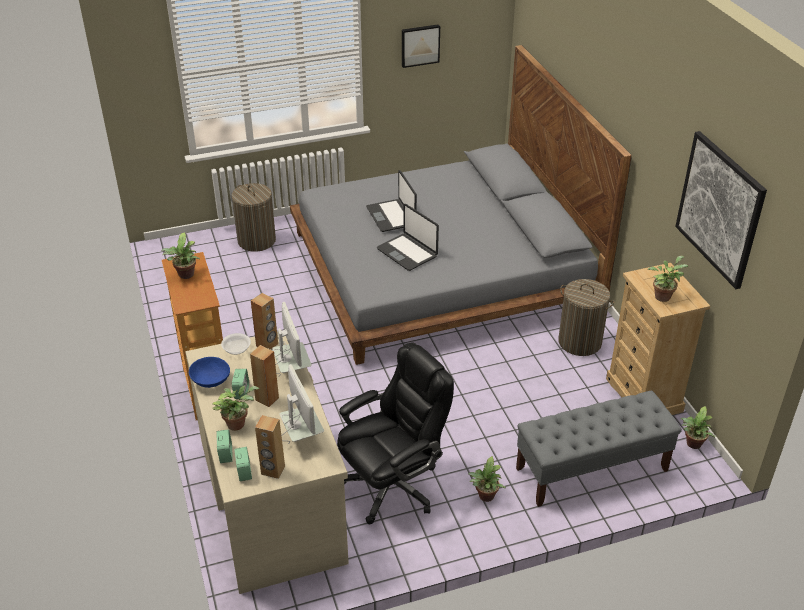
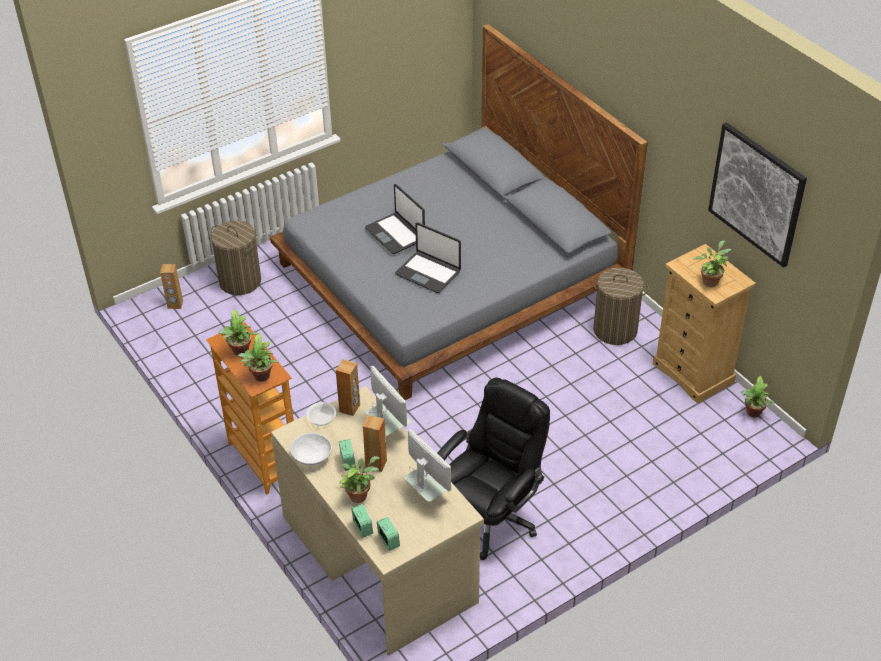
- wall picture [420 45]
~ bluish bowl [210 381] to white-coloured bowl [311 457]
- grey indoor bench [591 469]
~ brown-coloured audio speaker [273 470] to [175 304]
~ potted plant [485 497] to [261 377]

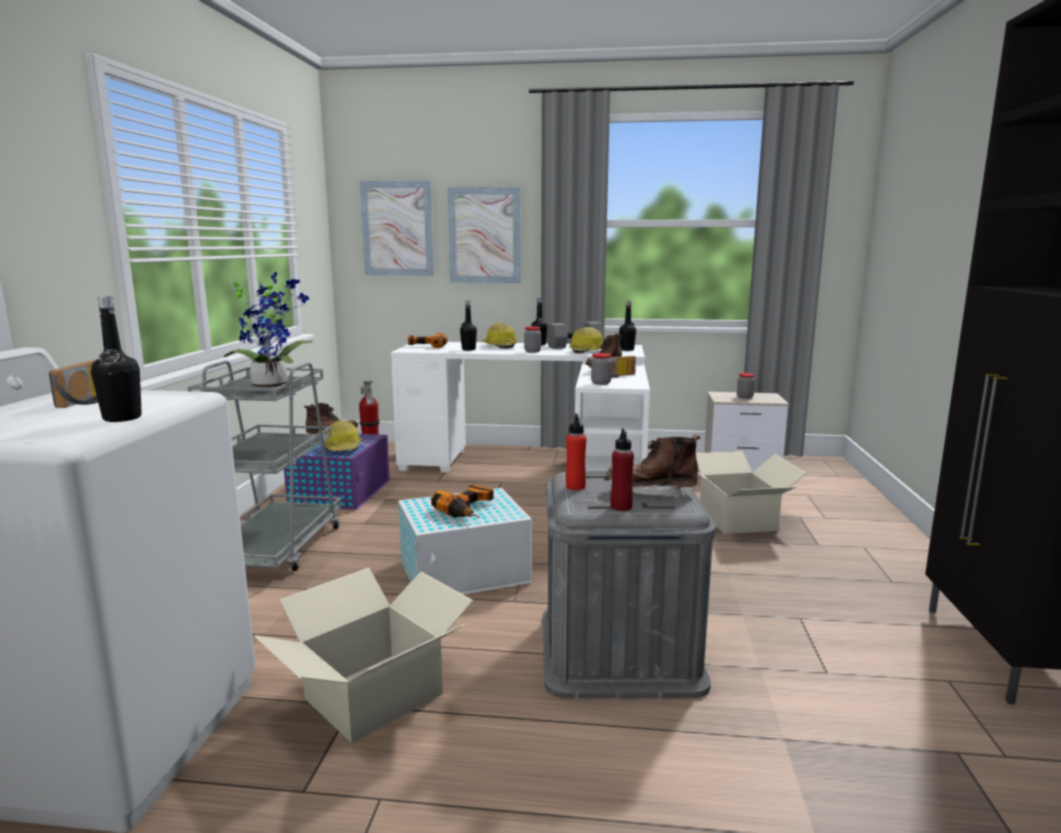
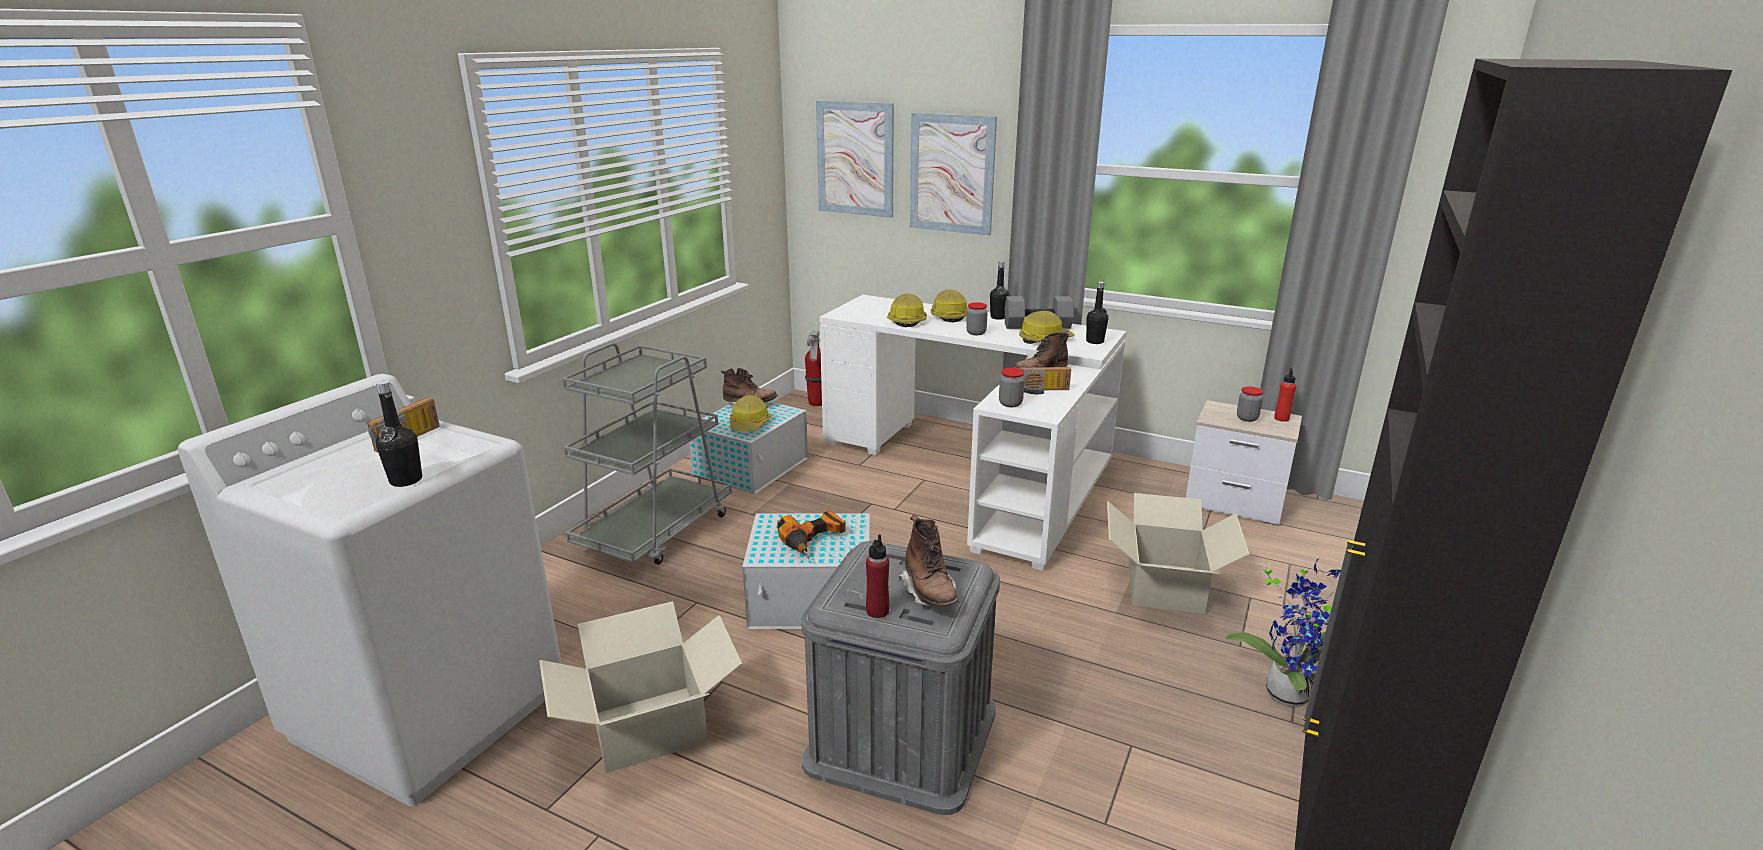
~ potted plant [273 387] to [1288 692]
~ black-coloured drink bottle [468 349] to work helmet [907 320]
- drill [428 345]
~ red-coloured drink bottle [575 486] to [1281 418]
~ purple-coloured storage bin [341 492] to white-coloured storage bin [752 467]
~ brown-coloured boot [651 491] = [929 594] 135 degrees counterclockwise

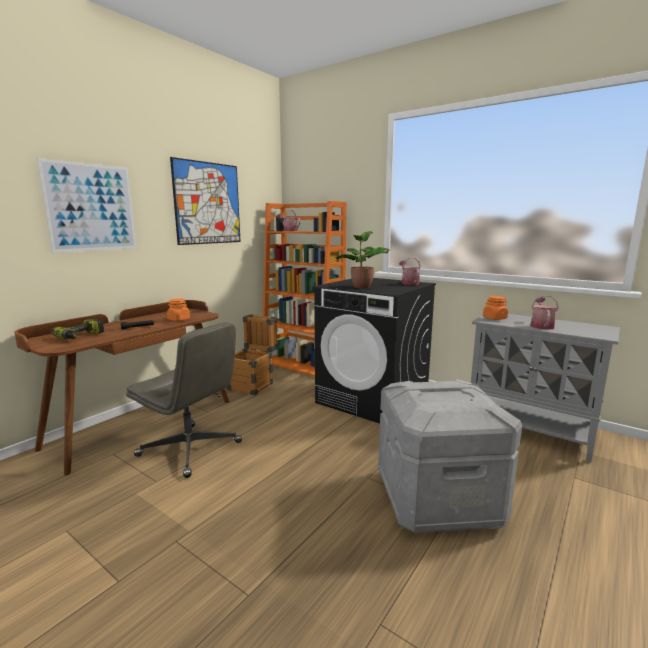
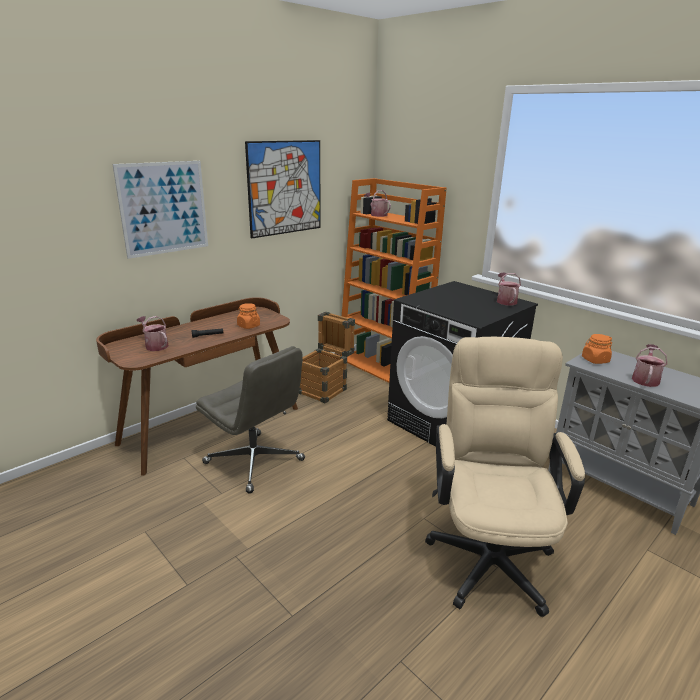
- potted plant [361 287]
~ drill [81 336] to watering pot [155 345]
~ grey storage bin [438 498] to sand-coloured desk chair [489 551]

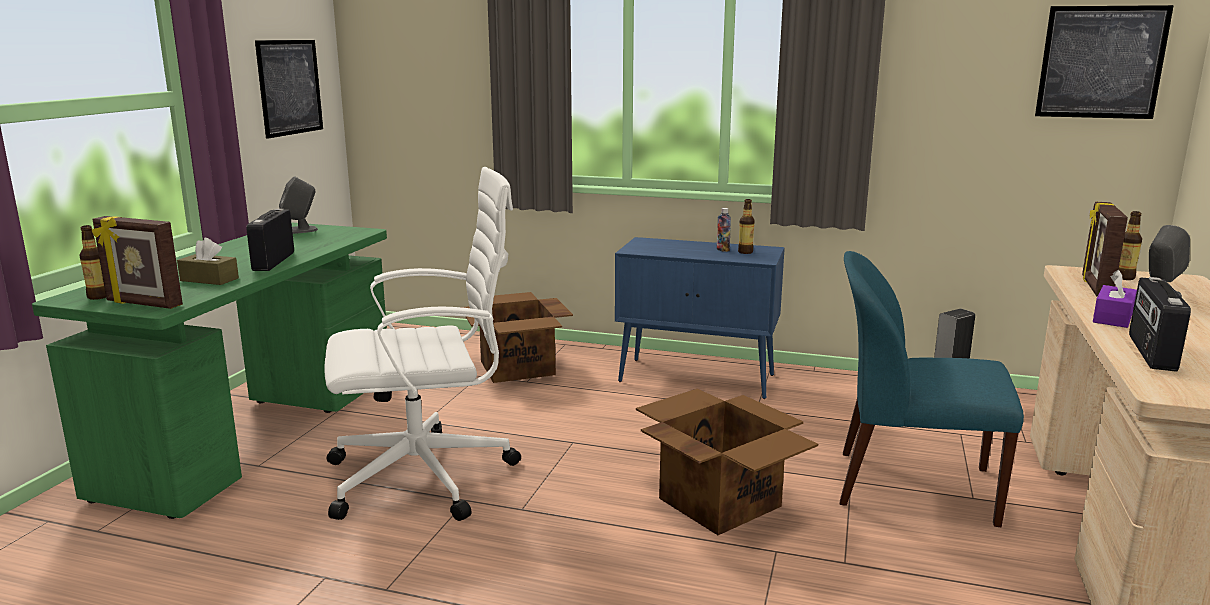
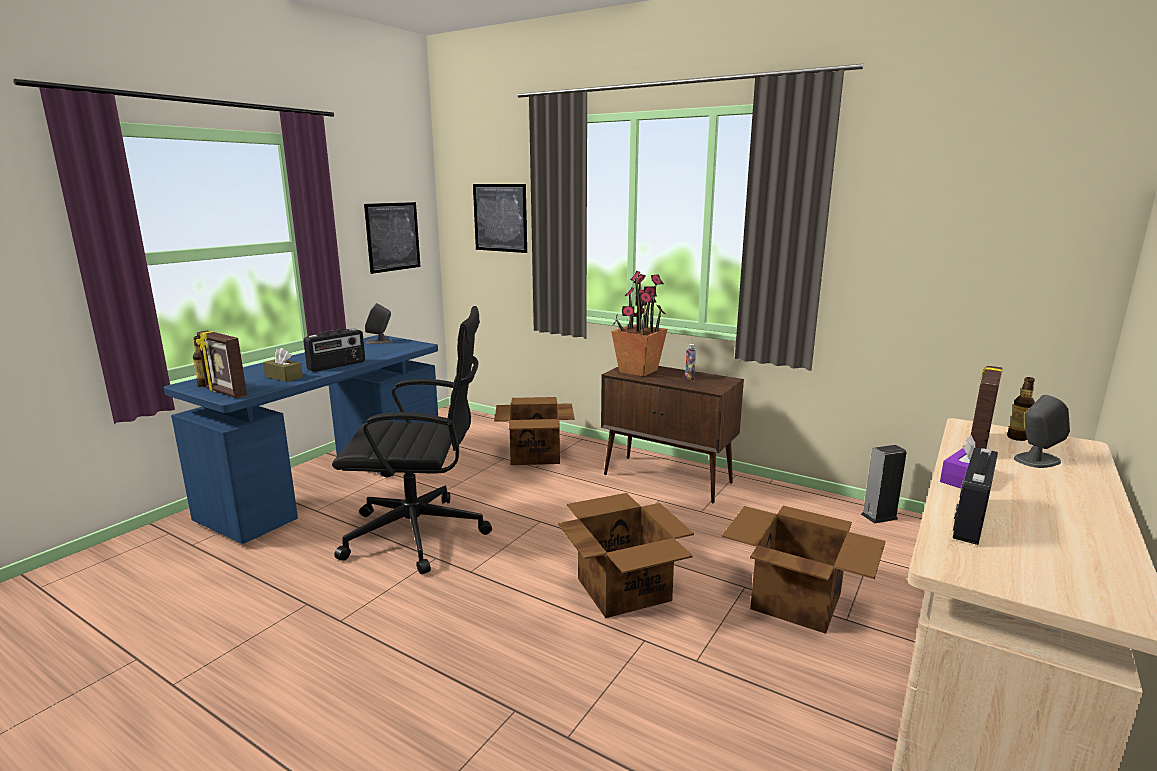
~ wall picture [1101 62] to [500 218]
~ white-coloured desk chair [427 476] to black-coloured desk chair [420 535]
- drink bottle [745 252]
~ radio set [273 261] = [337 366] 150 degrees counterclockwise
~ greenish desk [258 432] to bluish desk [330 485]
~ bluish storage cabinet [698 378] to brown-coloured storage cabinet [668 479]
~ bluish upright chair [910 486] to packing box [794 600]
+ potted plant [638 370]

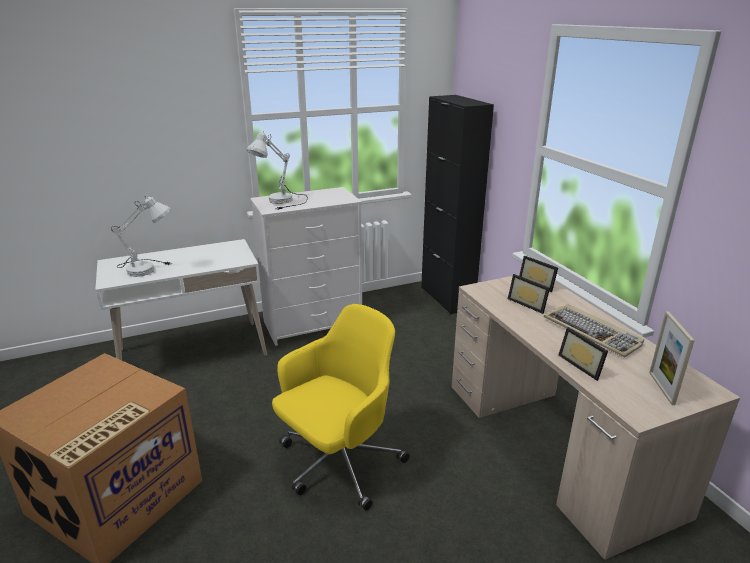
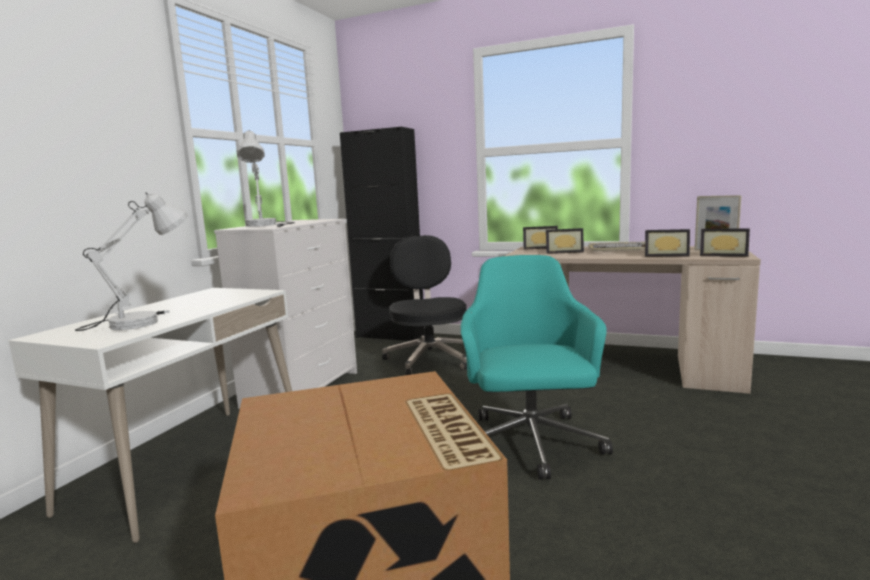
~ yellowish desk chair [339 463] to turquoise desk chair [530 445]
+ picture frame [723 255]
+ black-coloured desk chair [429 358]

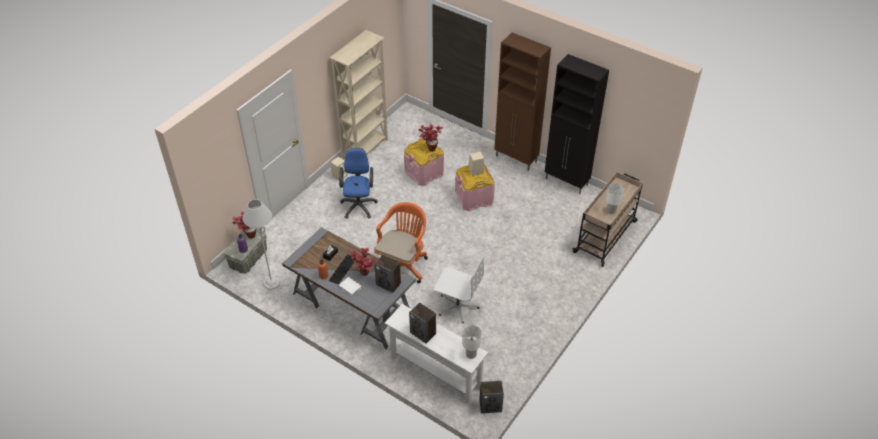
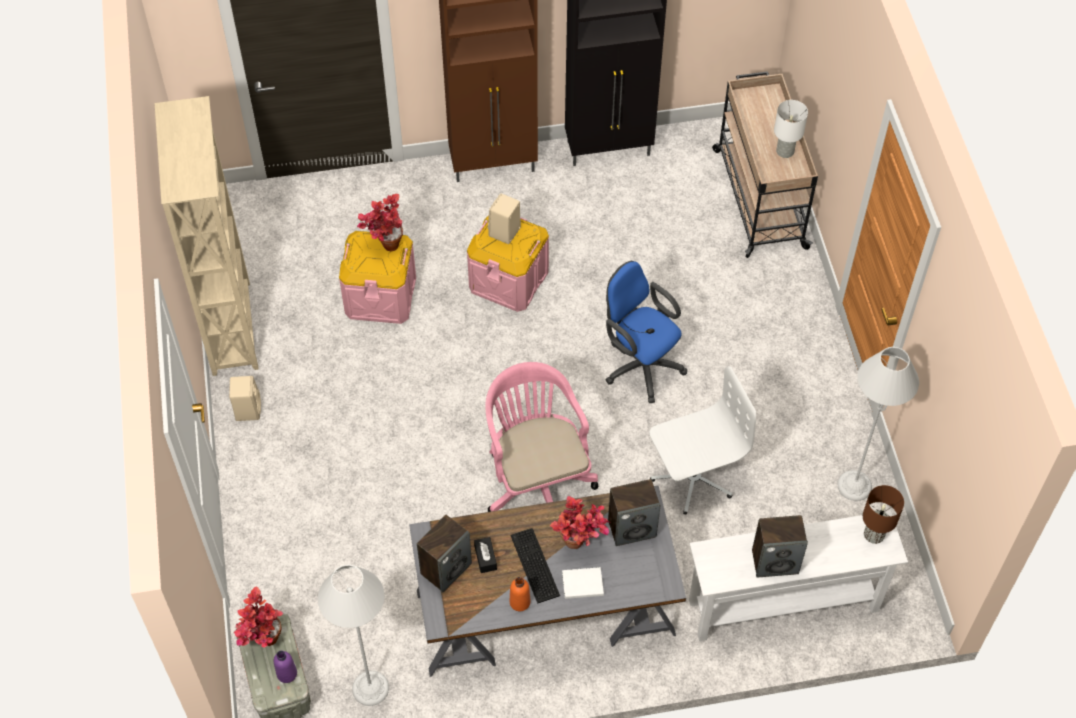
~ bluish desk chair [359 205] to [640 365]
~ orange desk chair [402 265] to pinkish desk chair [536 479]
~ white-coloured lamp for a table [470 354] to brown-coloured lamp for a table [873 535]
~ audio speaker [490 406] to [446 568]
+ grey standard lamp [854 485]

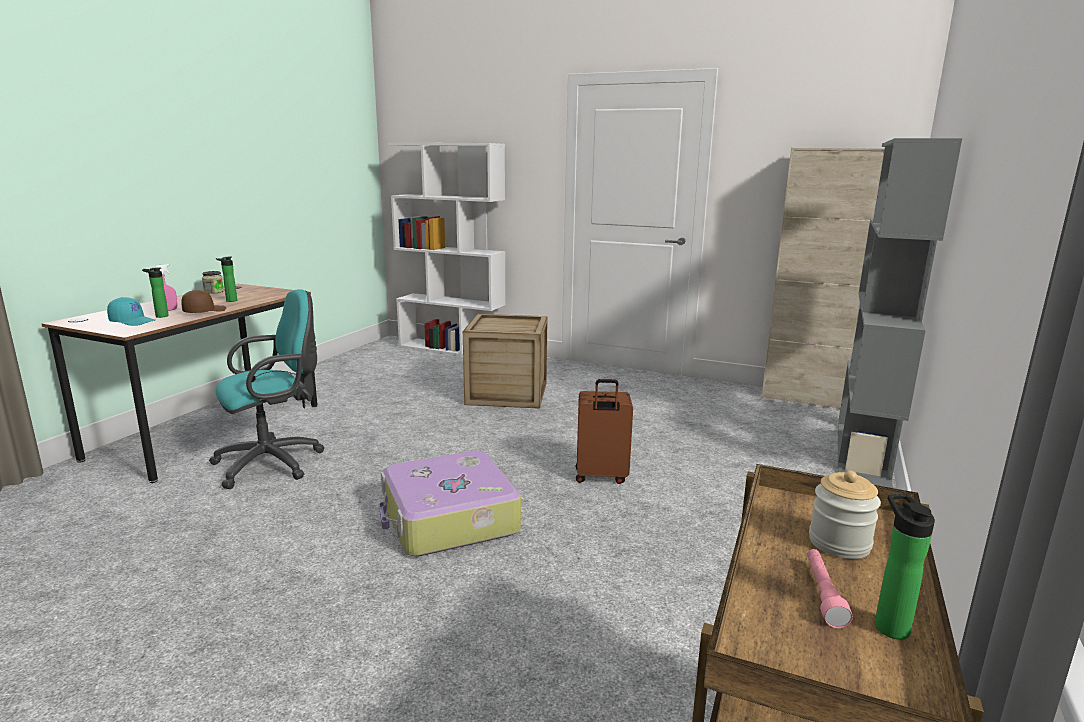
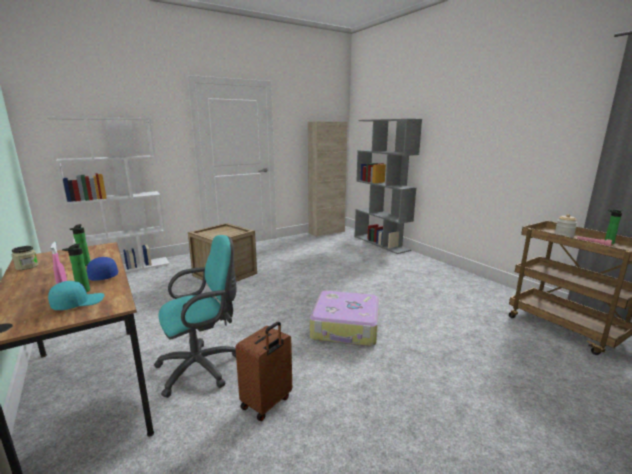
~ turquoise desk chair [275 463] = [203 367] 60 degrees clockwise
~ brown-coloured baseball cap [204 311] to bluish baseball cap [103 275]
~ brown-coloured suitcase [601 477] to [267 403]

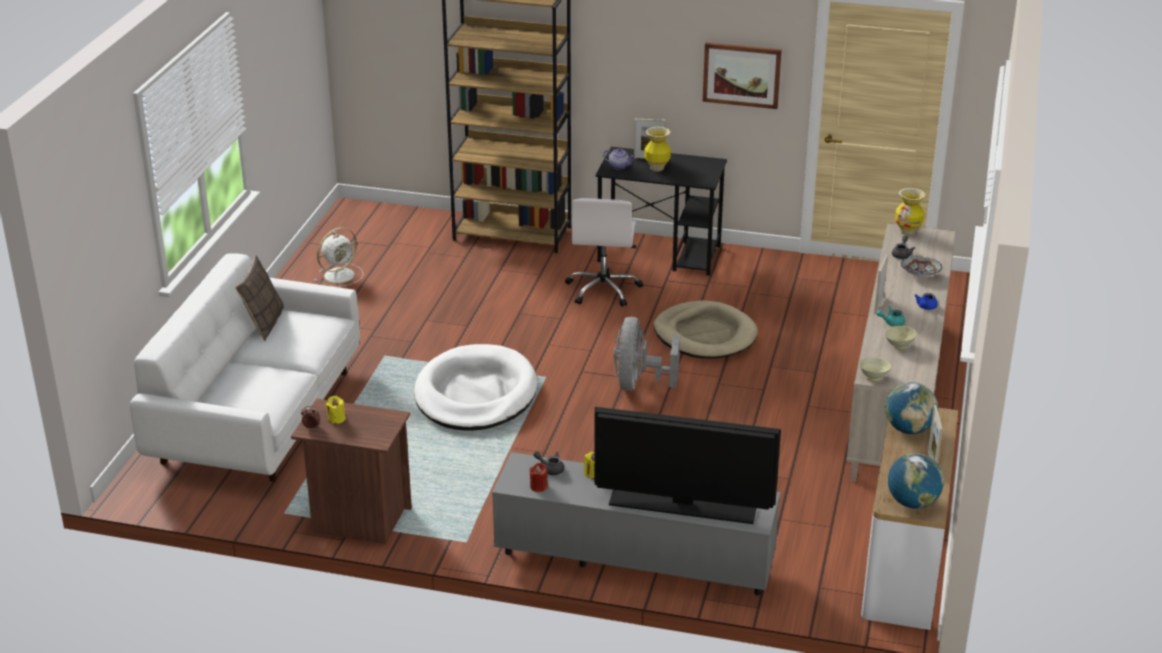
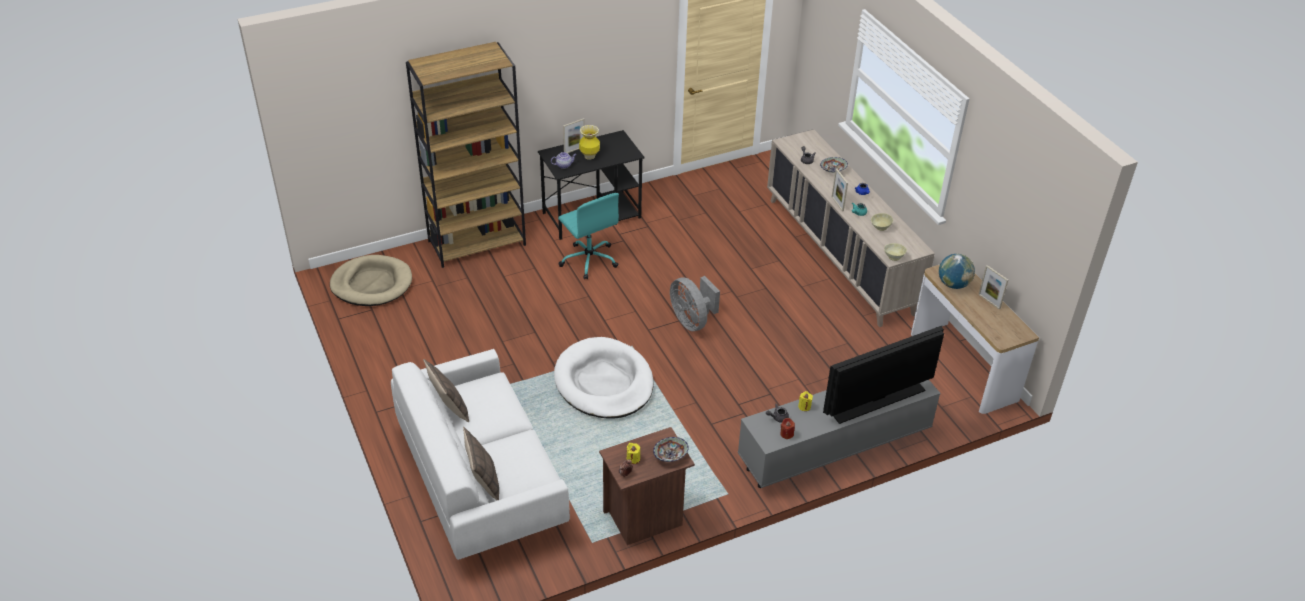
- wall picture [741 75]
- decorative vase [907 232]
~ white-coloured desk chair [603 289] to turquoise desk chair [589 260]
- white-coloured fan [340 275]
~ sand-coloured dog cushion [705 335] to [372 284]
- globe [912 503]
+ cushion [483 482]
+ bowl [670 455]

